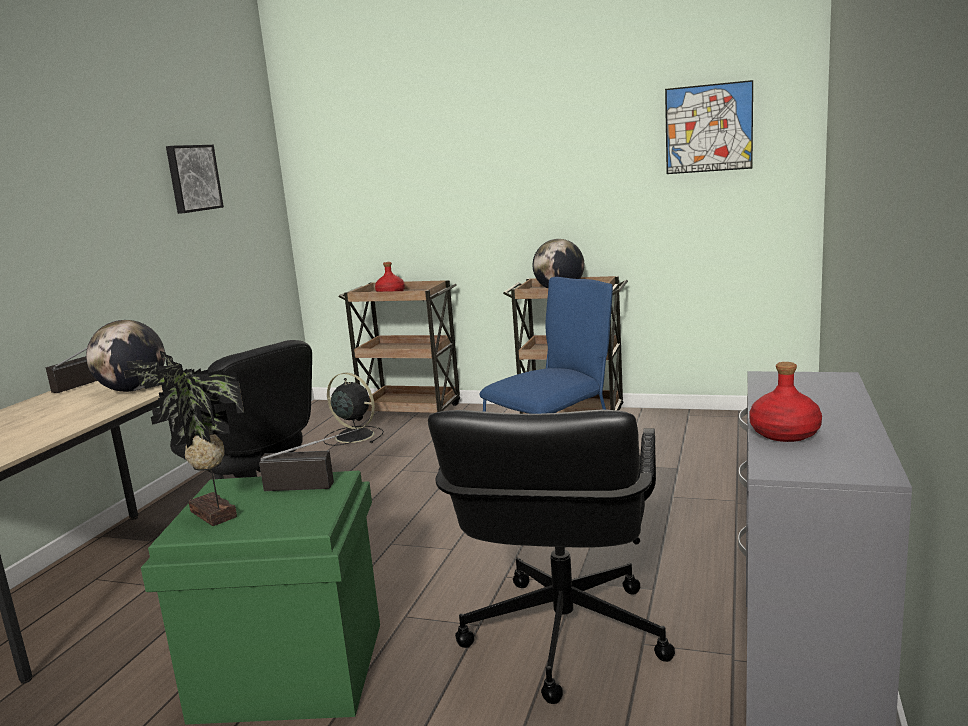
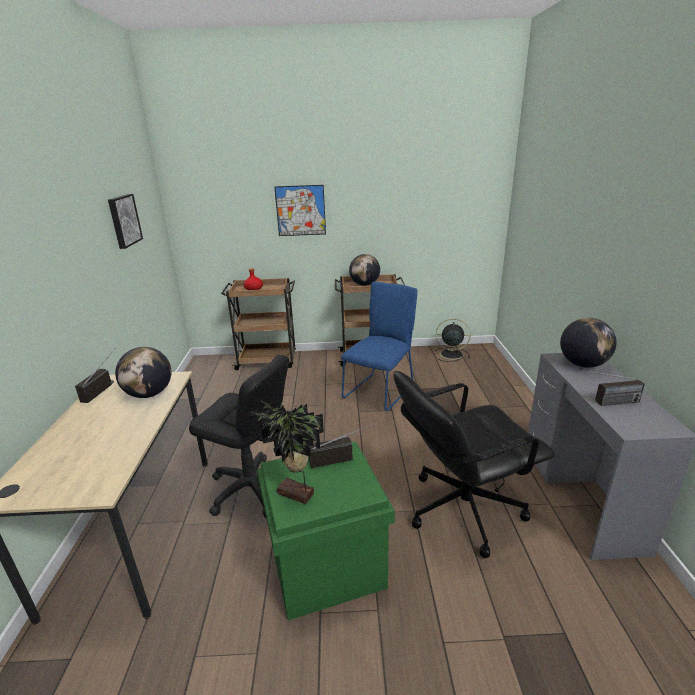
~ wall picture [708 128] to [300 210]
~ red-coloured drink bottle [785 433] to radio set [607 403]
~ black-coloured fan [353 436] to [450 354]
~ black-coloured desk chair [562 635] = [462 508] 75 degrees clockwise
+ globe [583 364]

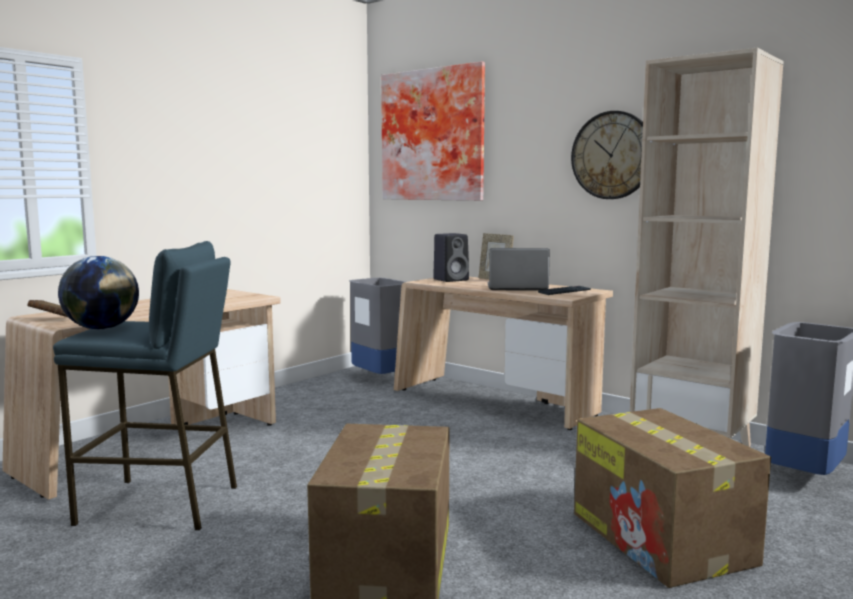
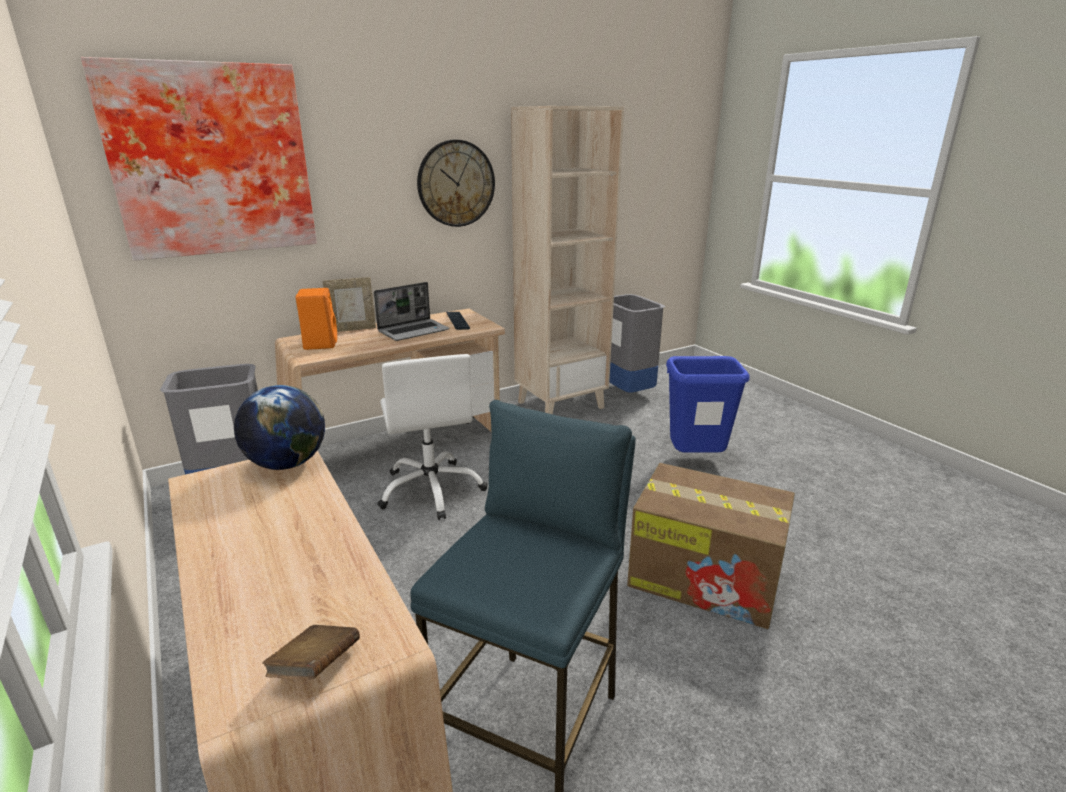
~ black-coloured audio speaker [451 279] to orange audio speaker [320 344]
~ notebook computer [516 288] = [414 331] 150 degrees counterclockwise
~ globe [101 328] to [286 464]
~ packing box [663 539] to bluish waste bin [696 460]
+ white-coloured desk chair [432 490]

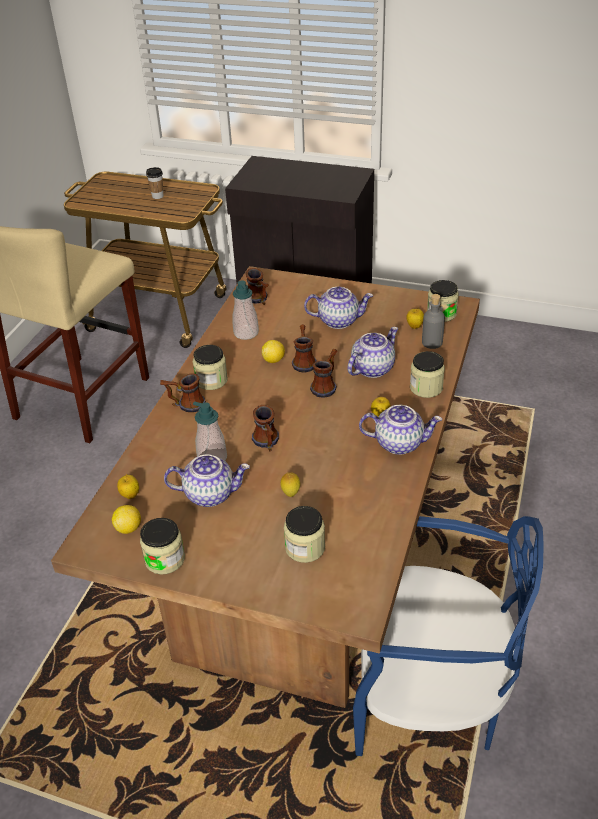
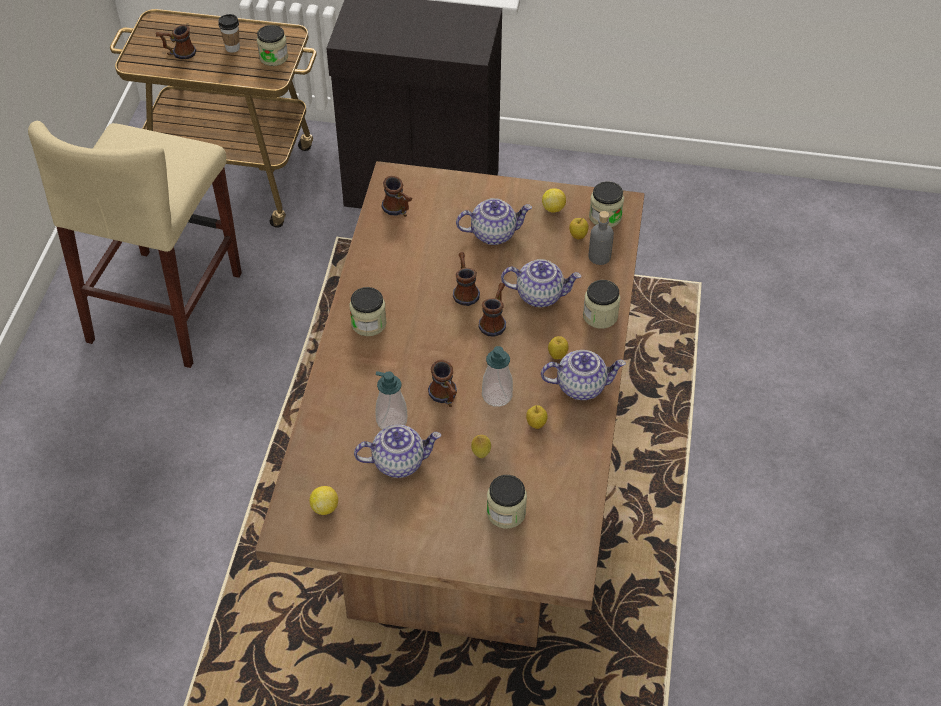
~ soap bottle [246 333] to [497 395]
~ teapot [372 368] = [540 295] 60 degrees clockwise
~ whole lemon [274 360] to [553 208]
~ tea mug [185 405] to [178 53]
~ apple [130 495] to [536 425]
- bluish upright chair [431 697]
~ storage jar [165 559] to [273 57]

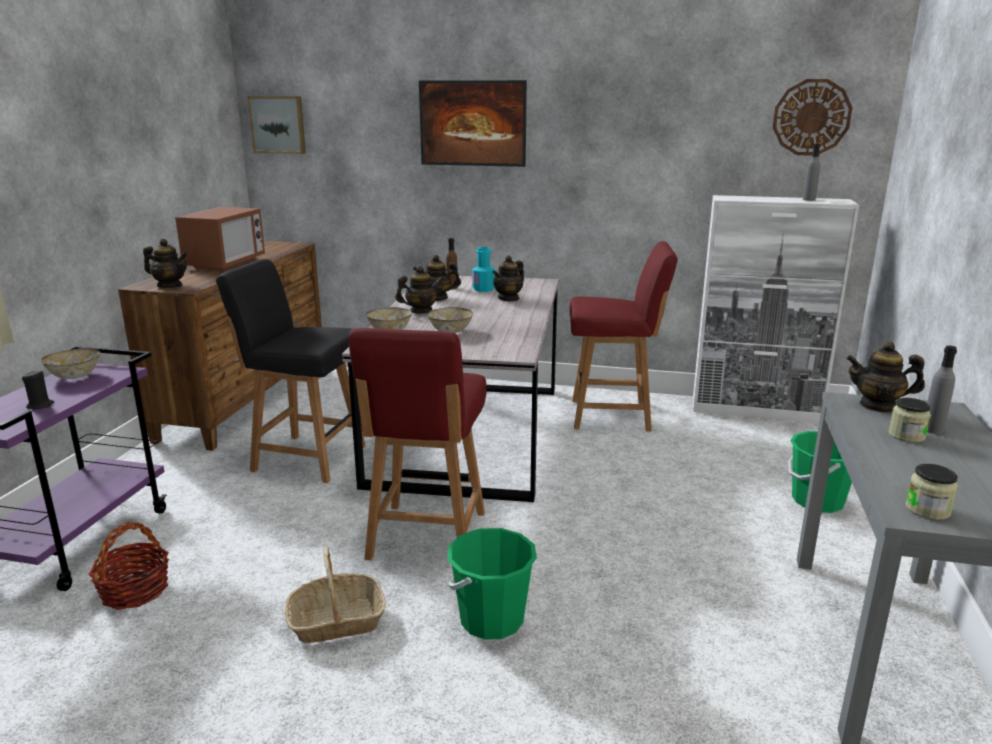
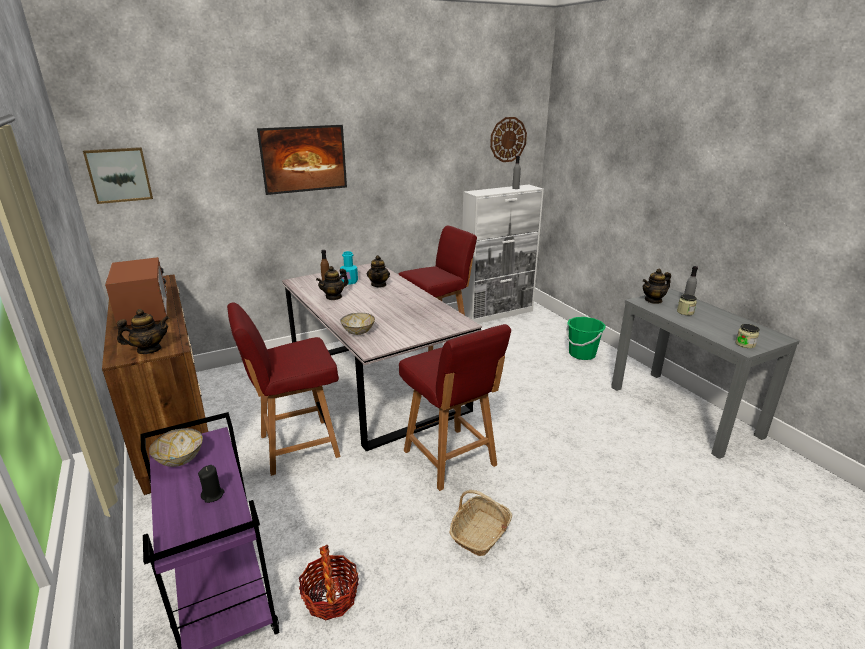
~ black-coloured upright chair [307 457] to red-coloured upright chair [297 446]
- teapot [421 311]
- bowl [450 331]
- greenish bucket [491 620]

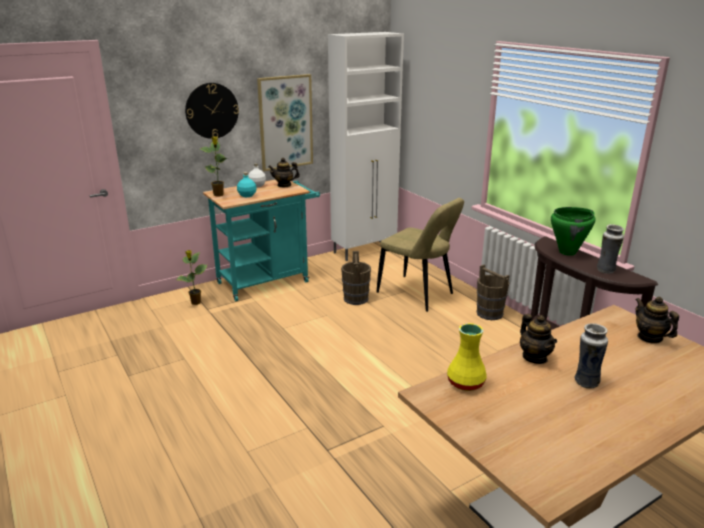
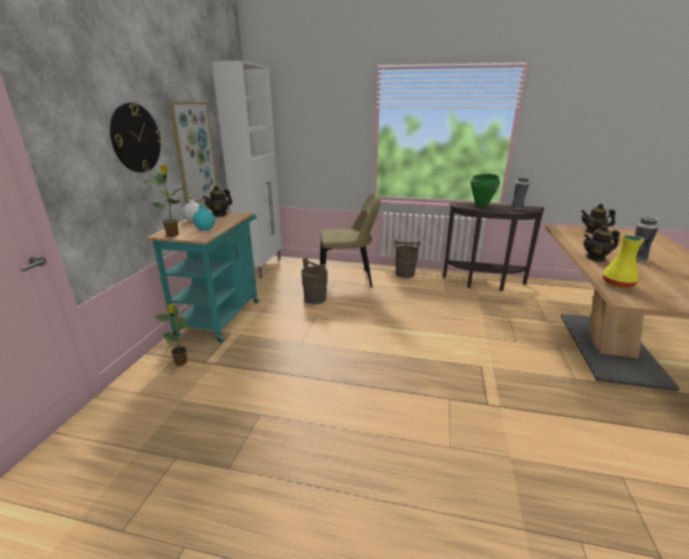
~ teapot [535 357] = [595 258] 150 degrees clockwise

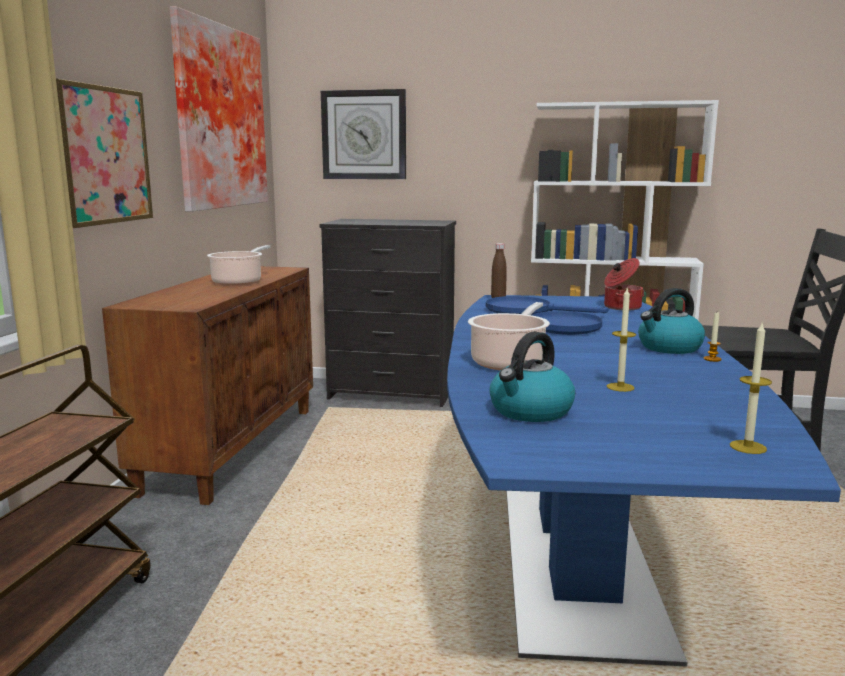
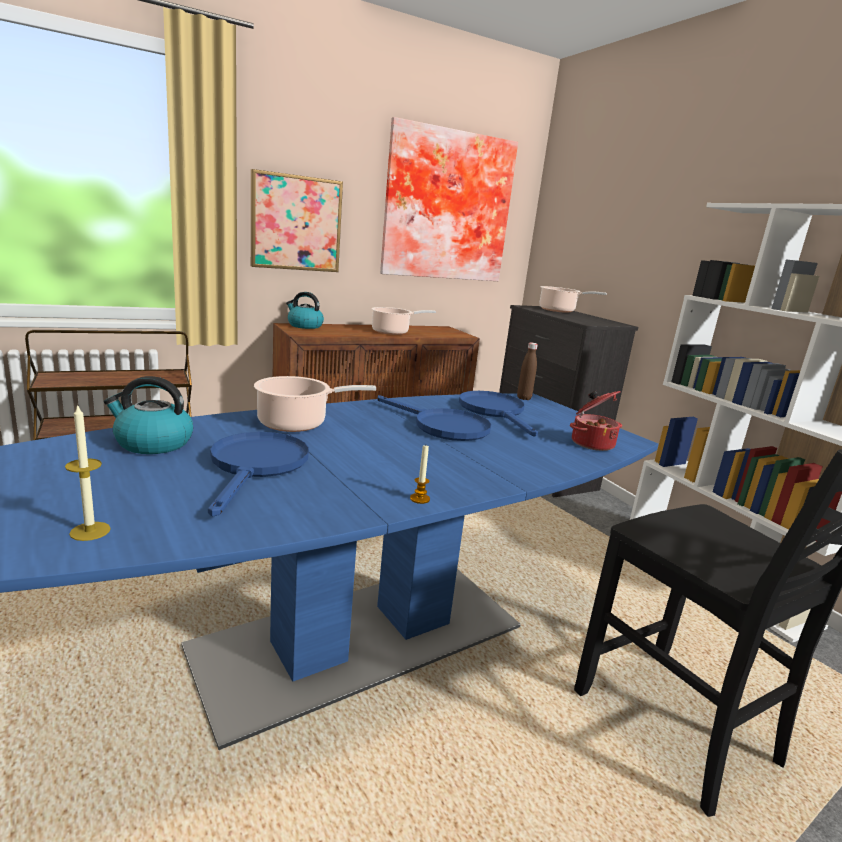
- clock on the wall [364 135]
~ wax candle [620 387] to bluish frying pan [256 466]
~ water kettle [669 348] to [304 326]
+ cooking pot [559 310]

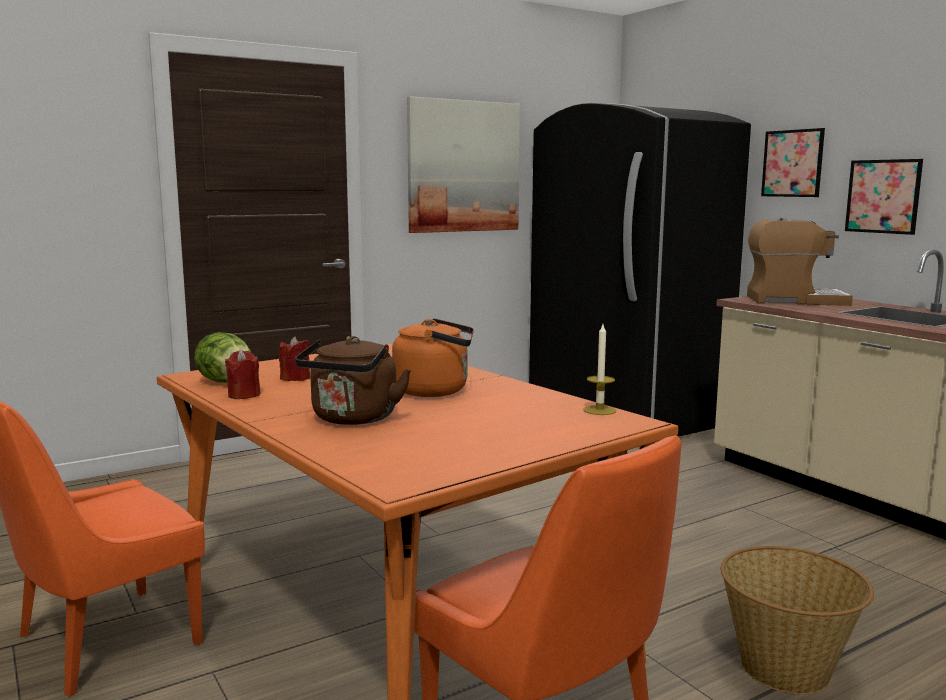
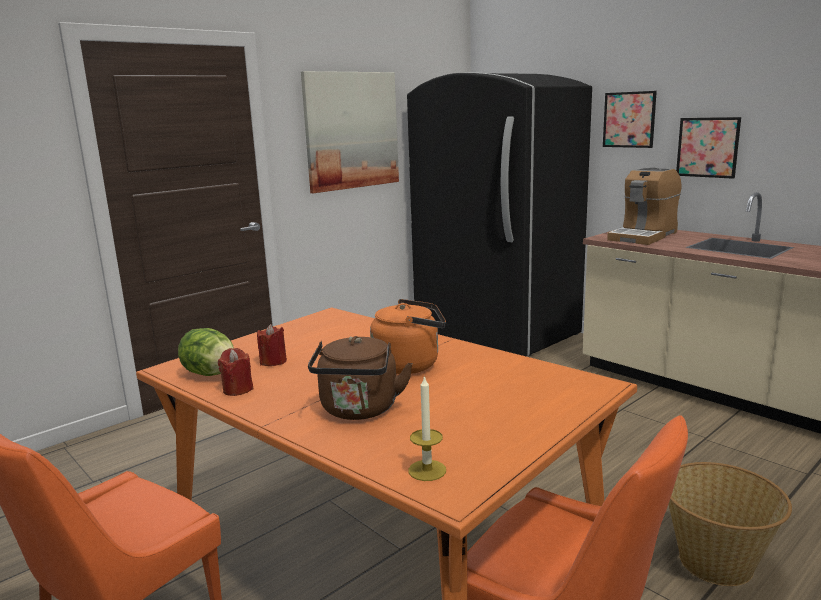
~ coffee brewer [794 301] = [643 236] 135 degrees clockwise
~ wax candle [599 410] to [427 470]

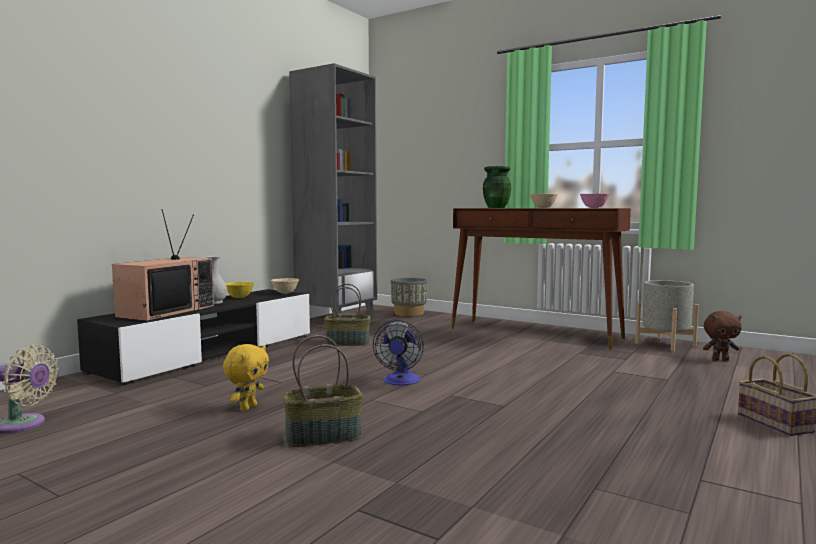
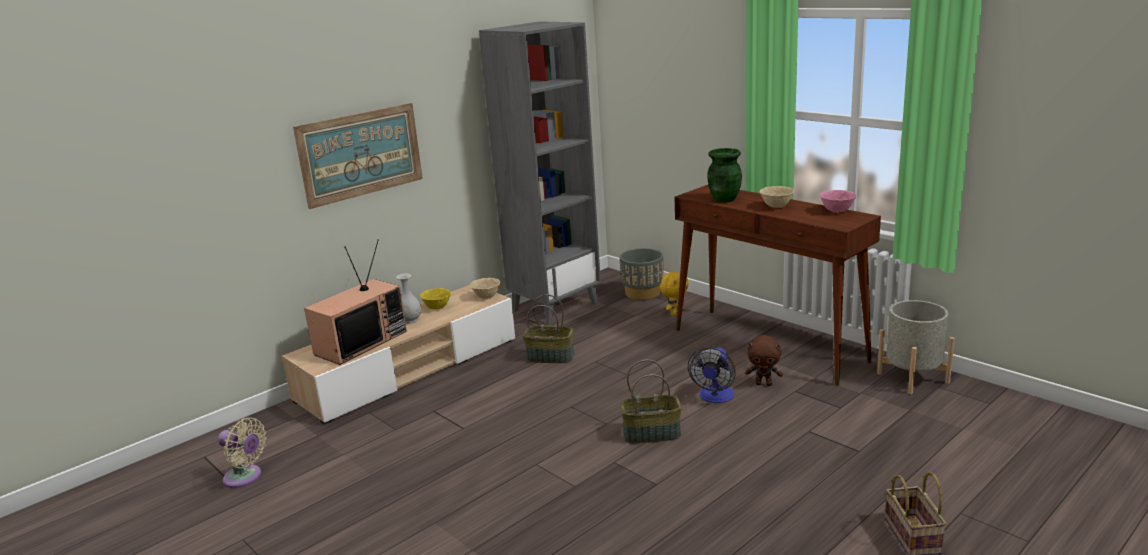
~ black-coloured tv unit [210 352] to sand-coloured tv unit [409 369]
~ brown-coloured plush toy [720 359] to [764 384]
~ fan [400 382] to [715 397]
~ household basket [323 436] to [652 433]
~ yellowish plush toy [247 408] to [675 313]
+ wall picture [361 154]

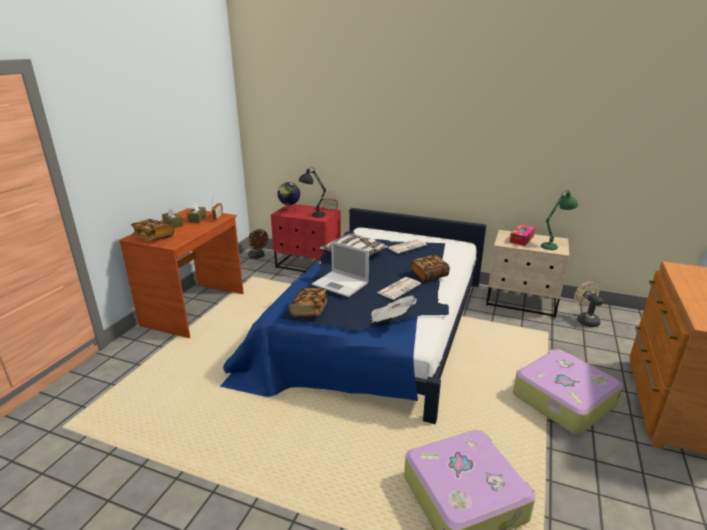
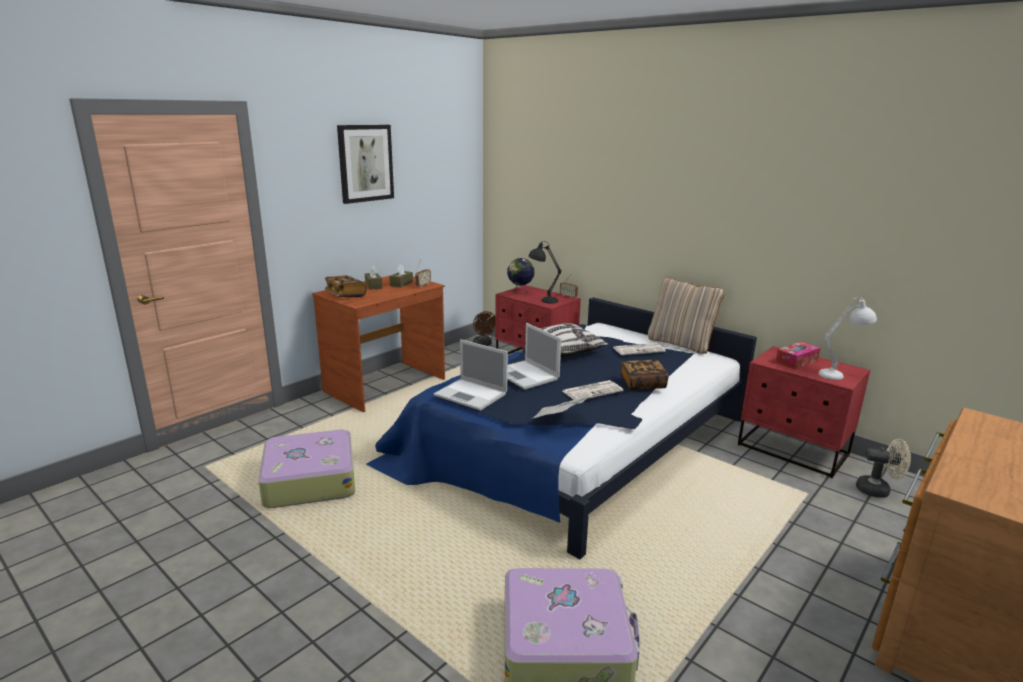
~ greenish lamp for a table [555 246] to white-coloured lamp for a table [840 375]
~ sand-coloured night table [521 302] to red-coloured night table [793 450]
~ sand-coloured fan [585 320] = [878 490] 105 degrees clockwise
~ volume [308 310] to notebook computer [472 395]
~ suitcase [561 399] to [309 480]
+ wall picture [365 163]
+ sand-coloured cushion [681 344]

